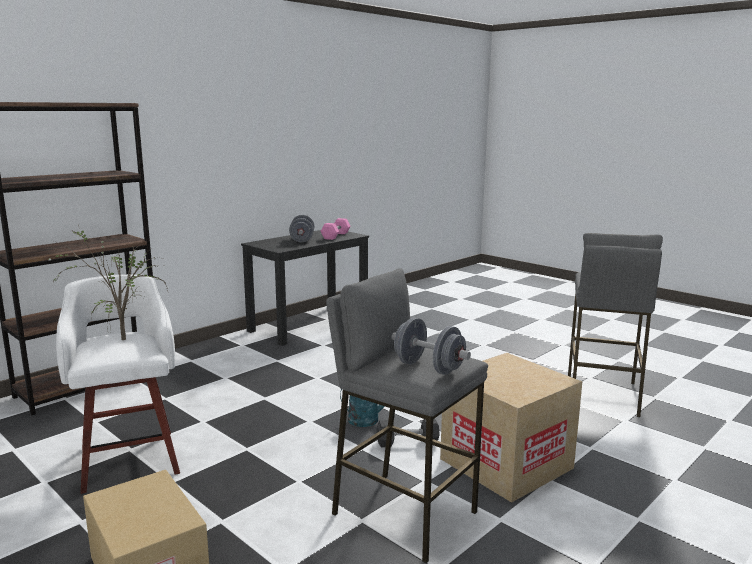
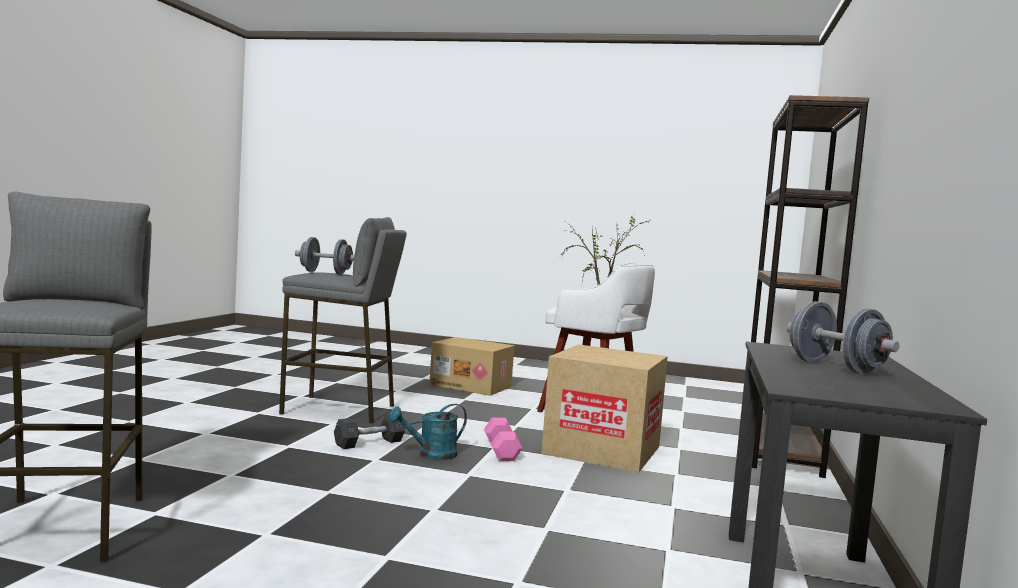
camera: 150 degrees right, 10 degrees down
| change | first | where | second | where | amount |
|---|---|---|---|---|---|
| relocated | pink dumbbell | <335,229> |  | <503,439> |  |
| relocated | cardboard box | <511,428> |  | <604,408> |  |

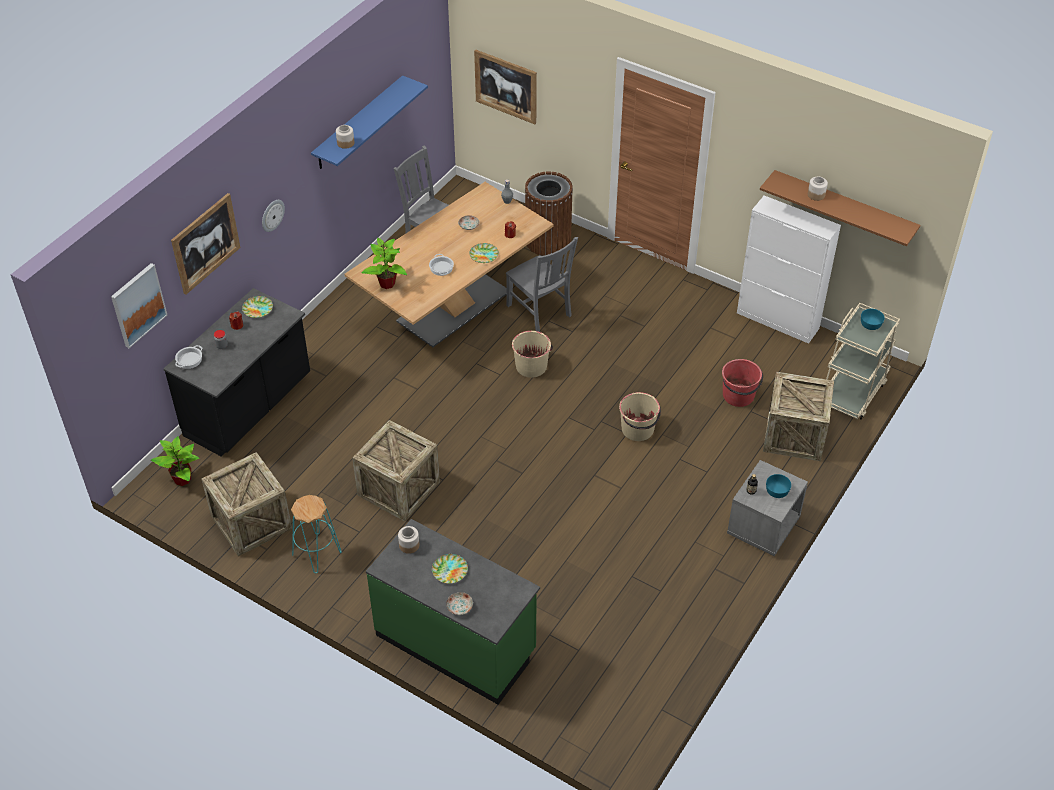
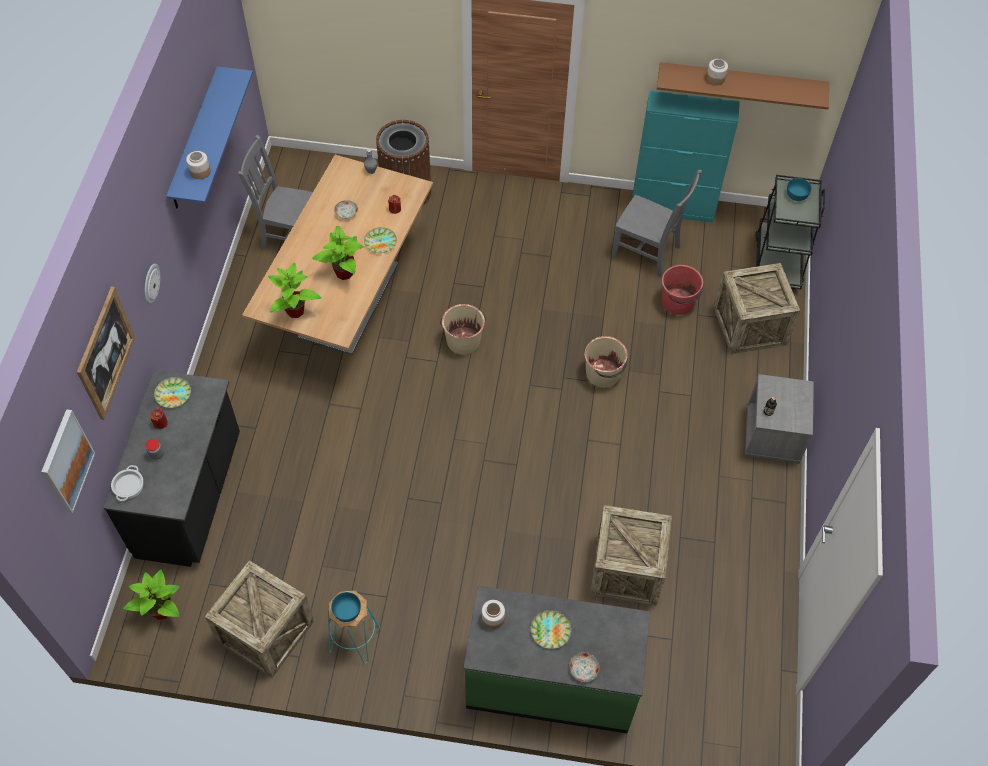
camera: 25 degrees left, 10 degrees up
| change | first | where | second | where | amount |
|---|---|---|---|---|---|
| missing | picture | <505,87> |  |  |  |
| relocated | crate | <396,470> |  | <631,555> |  |
| relocated | grey chair | <542,284> |  | <656,224> |  |
| relocated | turquoise bowl | <778,486> |  | <346,607> |  |
| exchanged | cooking pot | <441,265> | potted plant | <338,253> |  |
| colour | white cabinet | <789,269> | turquoise cabinet | <686,156> |  |
| colour | beige cart | <863,361> | black cart | <790,232> |  |

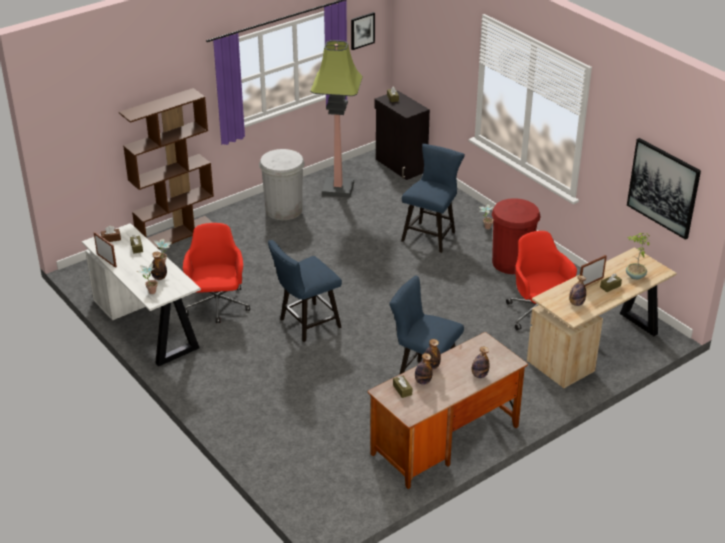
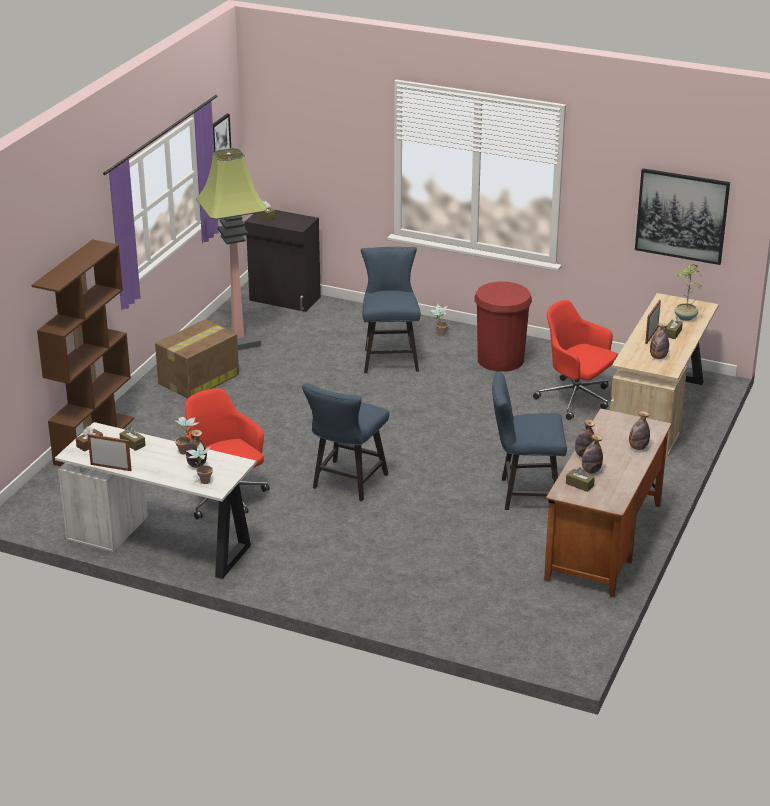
camera: 30 degrees left, 5 degrees down
| change | first | where | second | where | amount |
|---|---|---|---|---|---|
| exchanged | white trash can | <282,184> | cardboard box | <197,359> |  |

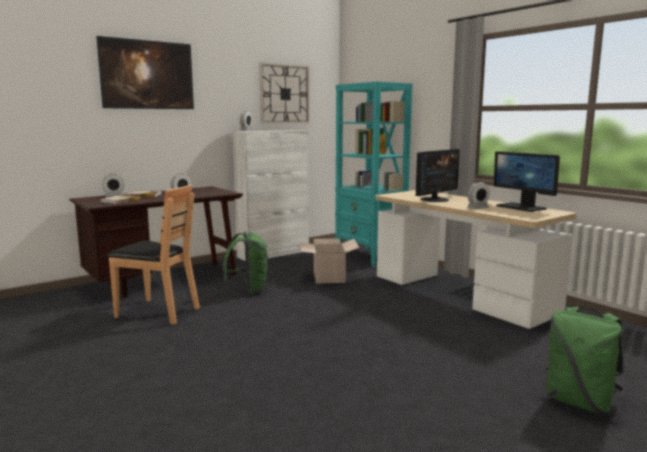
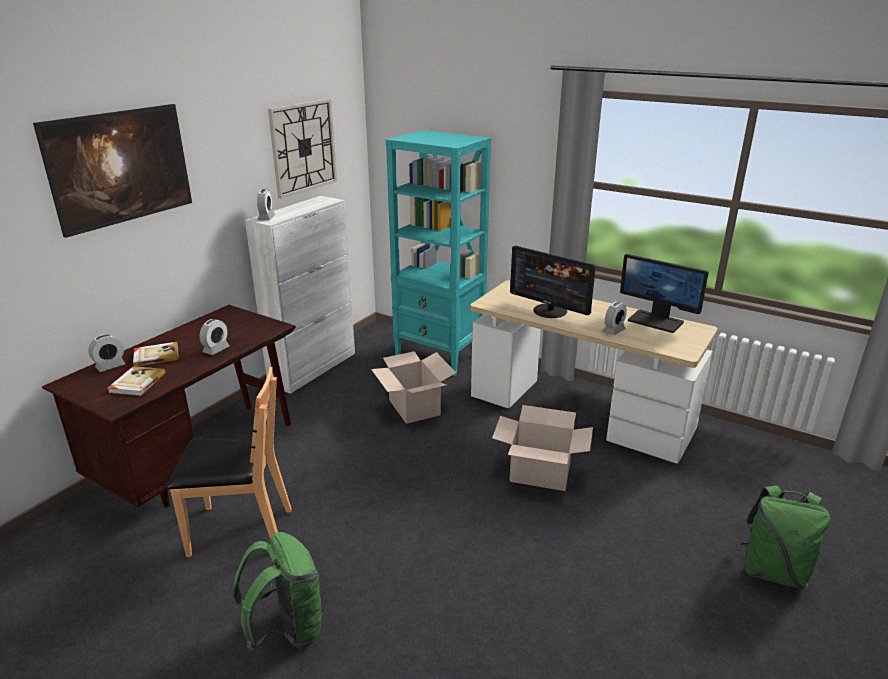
camera: 20 degrees left, 15 degrees up
| change | first | where | second | where | amount |
|---|---|---|---|---|---|
| appeared |  |  | cardboard box | <542,448> |  |
| relocated | green backpack | <245,262> |  | <278,591> |  |
| spun | monitor | <437,175> |  | <553,282> | 105 degrees clockwise |

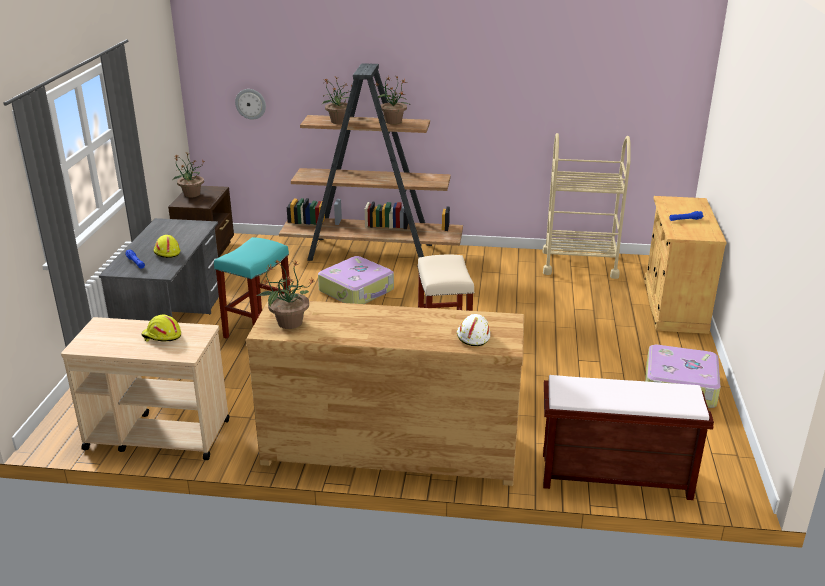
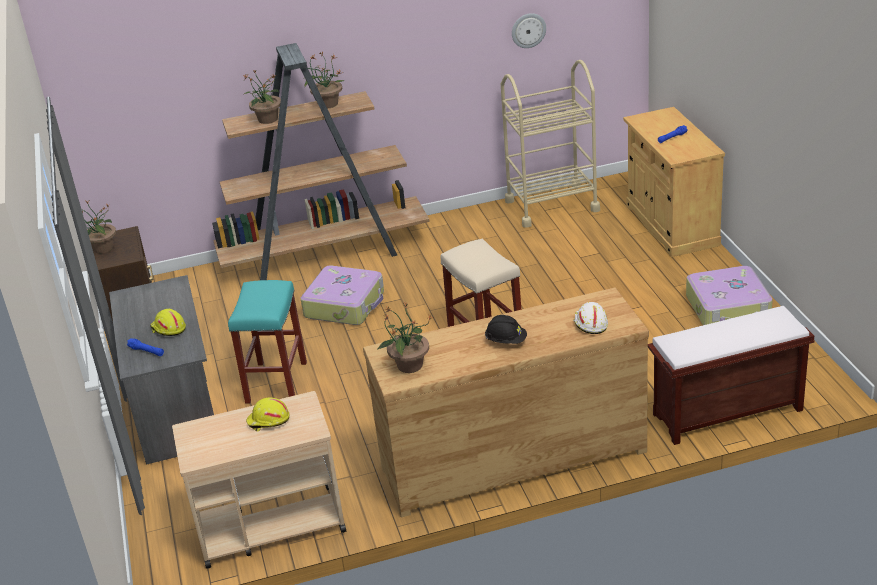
camera: 20 degrees left, 5 degrees up
| change | first | where | second | where | amount |
|---|---|---|---|---|---|
| appeared |  |  | black hard hat | <506,329> |  |
| relocated | wall clock | <250,104> |  | <529,30> |  |

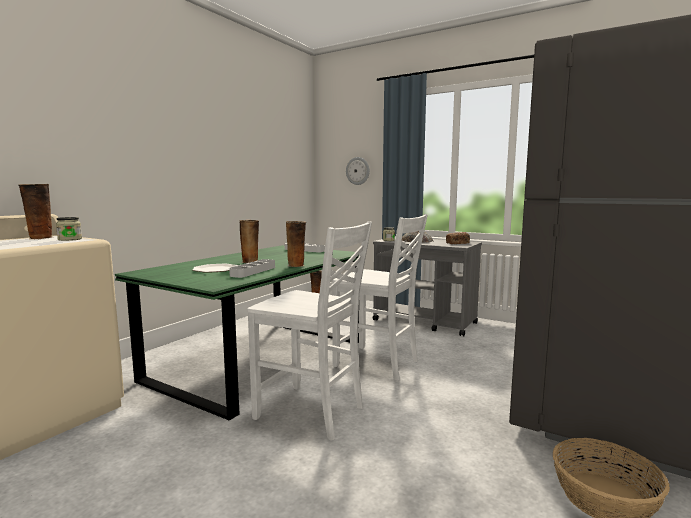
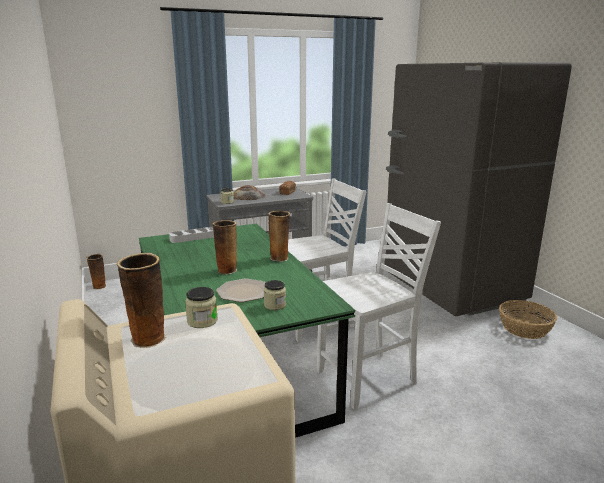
camera: 55 degrees left, 10 degrees up
| change | first | where | second | where | amount |
|---|---|---|---|---|---|
| missing | grey tray | <252,268> |  |  |  |
| missing | wall clock | <358,171> |  |  |  |
| appeared |  |  | jar | <275,295> |  |

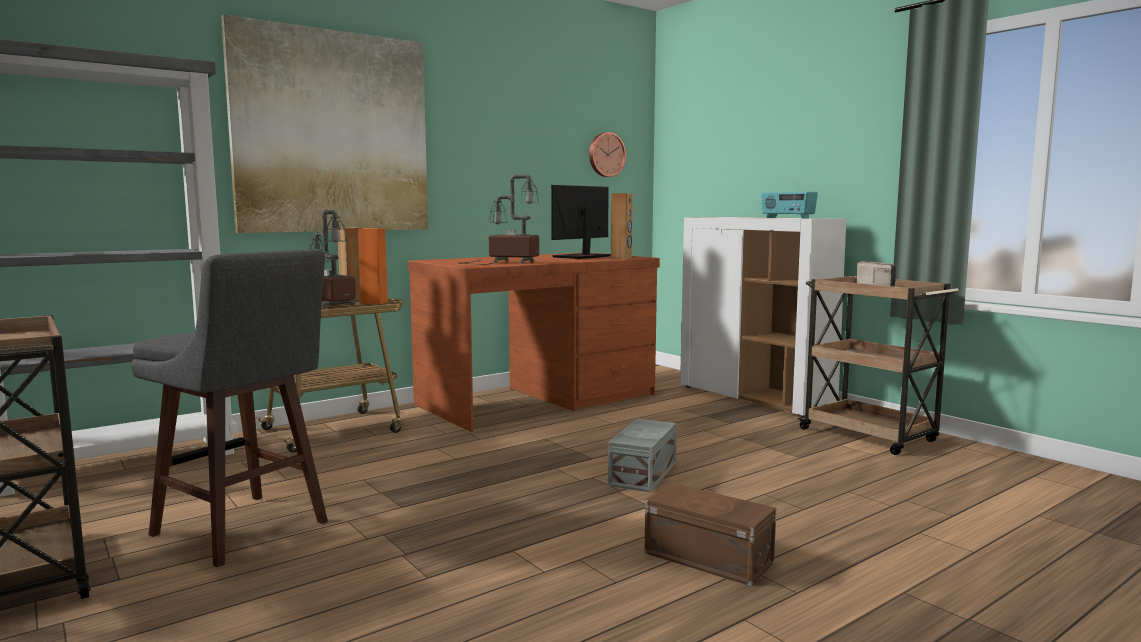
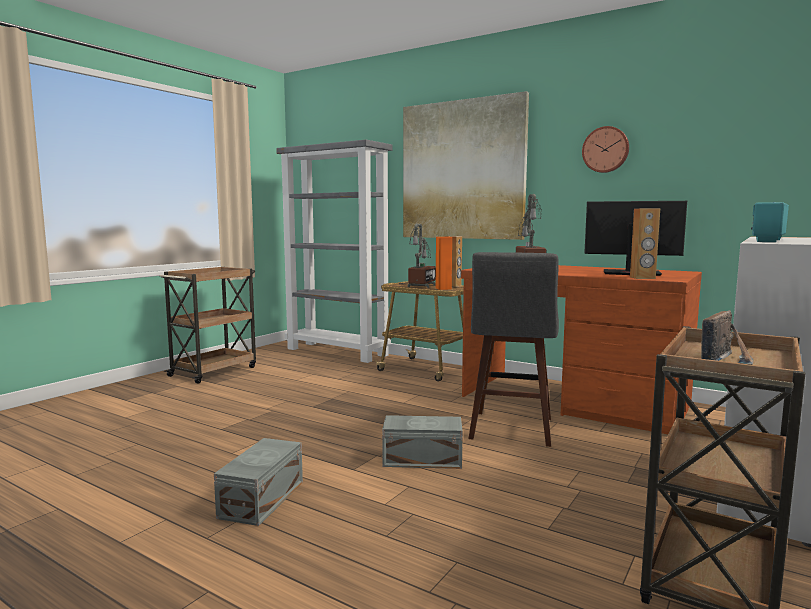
camera: 70 degrees right, 0 degrees up
| change | first | where | second | where | amount |
|---|---|---|---|---|---|
| relocated | grey stool | <229,408> |  | <513,349> |  |
| relocated | wall clock | <607,154> |  | <605,149> |  |
| colour | brown storage box | <710,534> | grey storage box | <258,482> |  |

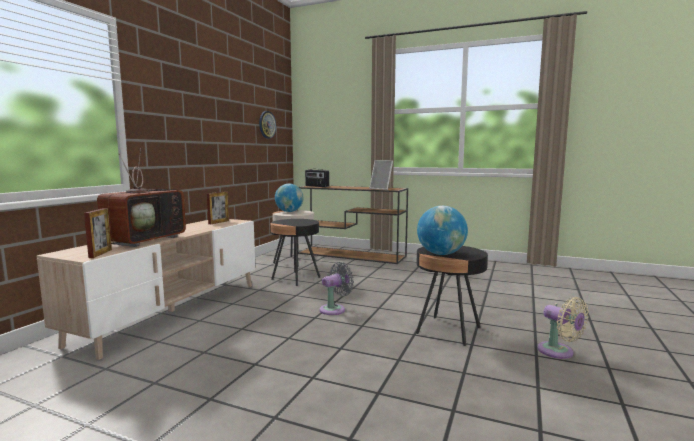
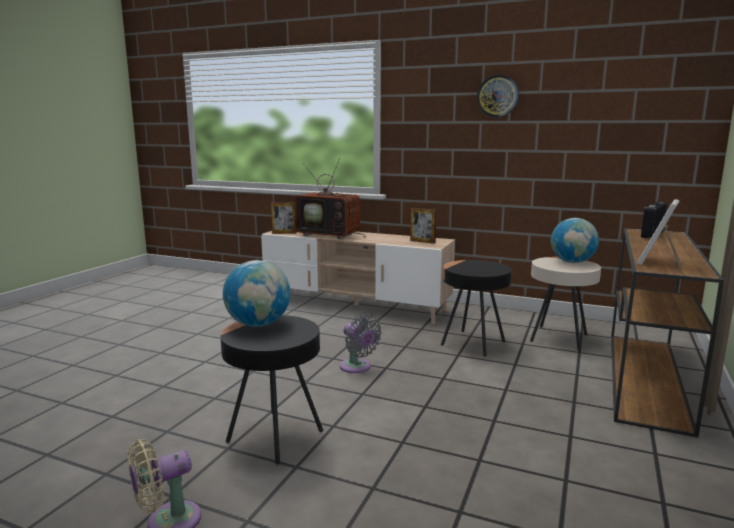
camera: 90 degrees right, 5 degrees up
| change | first | where | second | where | amount |
|---|---|---|---|---|---|
| relocated | wall clock | <267,124> |  | <498,96> |  |

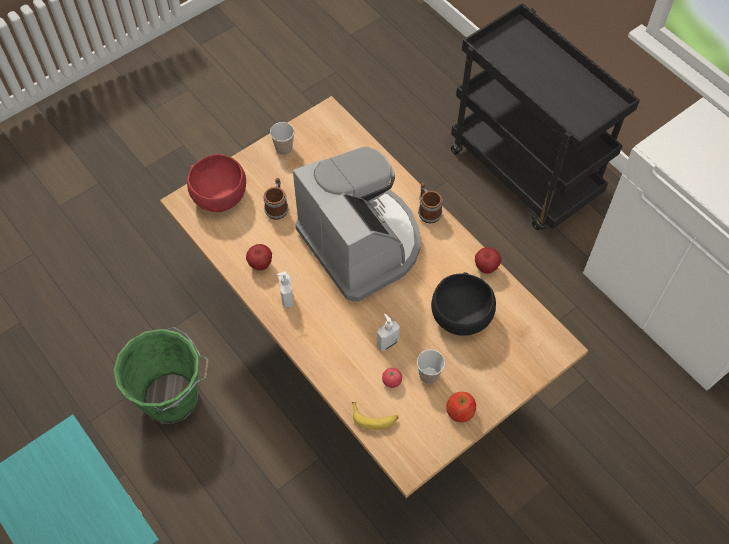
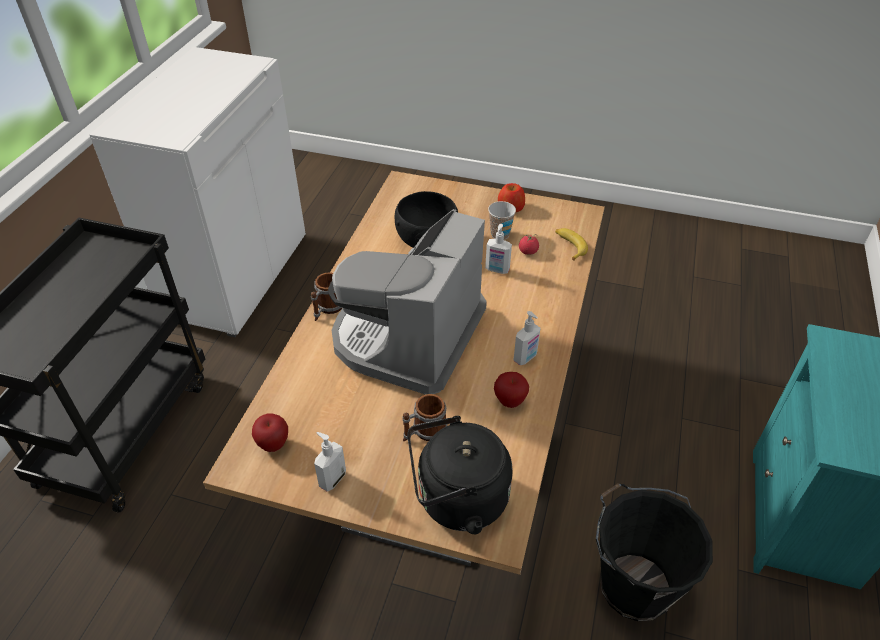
camera: 125 degrees left, 15 degrees down
| change | first | where | second | where | amount |
|---|---|---|---|---|---|
| relocated | apple | <488,260> |  | <270,433> |  |
| exchanged | red bowl | <216,183> | black kettle | <460,475> |  |
| exchanged | cup | <282,138> | soap dispenser | <330,462> |  |
| colour | green bucket | <161,375> | black bucket | <654,552> |  |

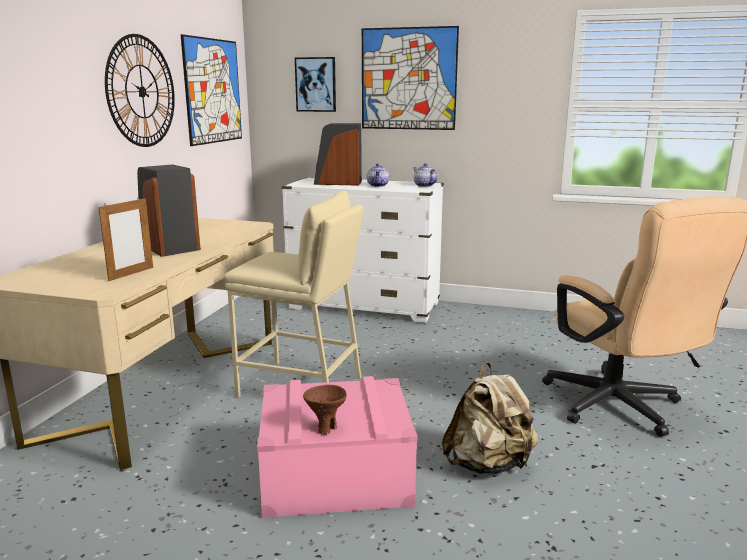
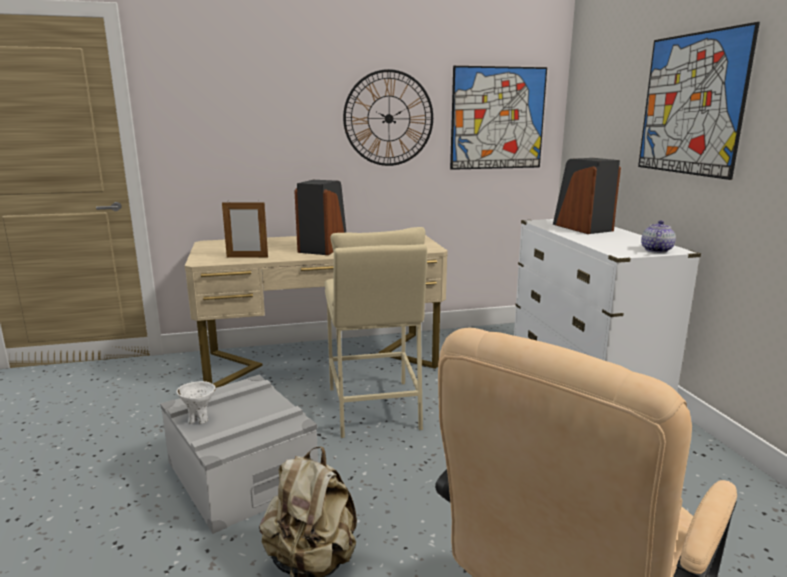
camera: 60 degrees right, 0 degrees up
| change | first | where | second | where | amount |
|---|---|---|---|---|---|
| missing | picture | <315,84> |  |  |  |
| missing | teapot | <378,175> |  |  |  |
| colour | pink storage box | <337,447> | grey storage box | <239,454> |  |
| colour | brown bowl | <325,410> | white bowl | <196,402> |  |

